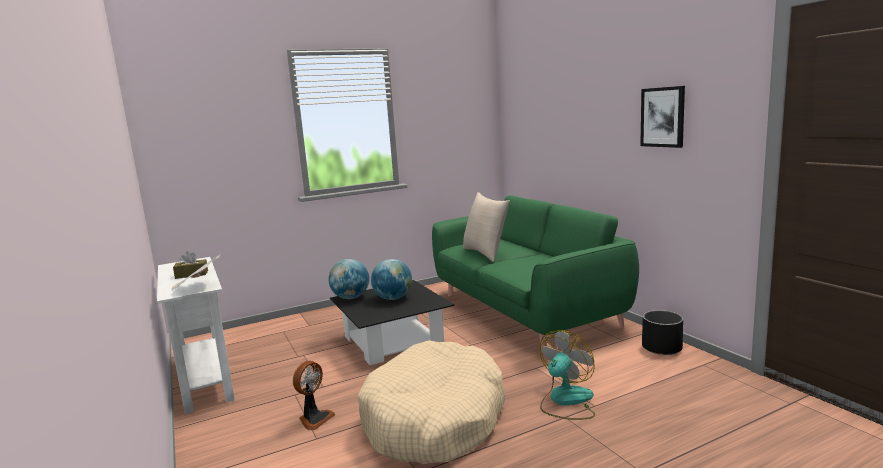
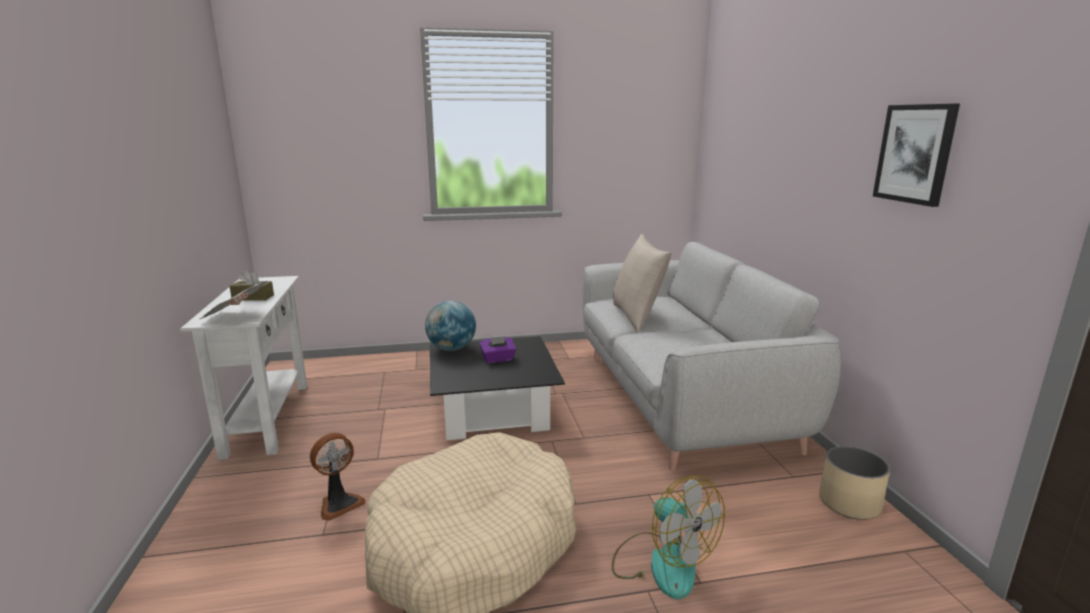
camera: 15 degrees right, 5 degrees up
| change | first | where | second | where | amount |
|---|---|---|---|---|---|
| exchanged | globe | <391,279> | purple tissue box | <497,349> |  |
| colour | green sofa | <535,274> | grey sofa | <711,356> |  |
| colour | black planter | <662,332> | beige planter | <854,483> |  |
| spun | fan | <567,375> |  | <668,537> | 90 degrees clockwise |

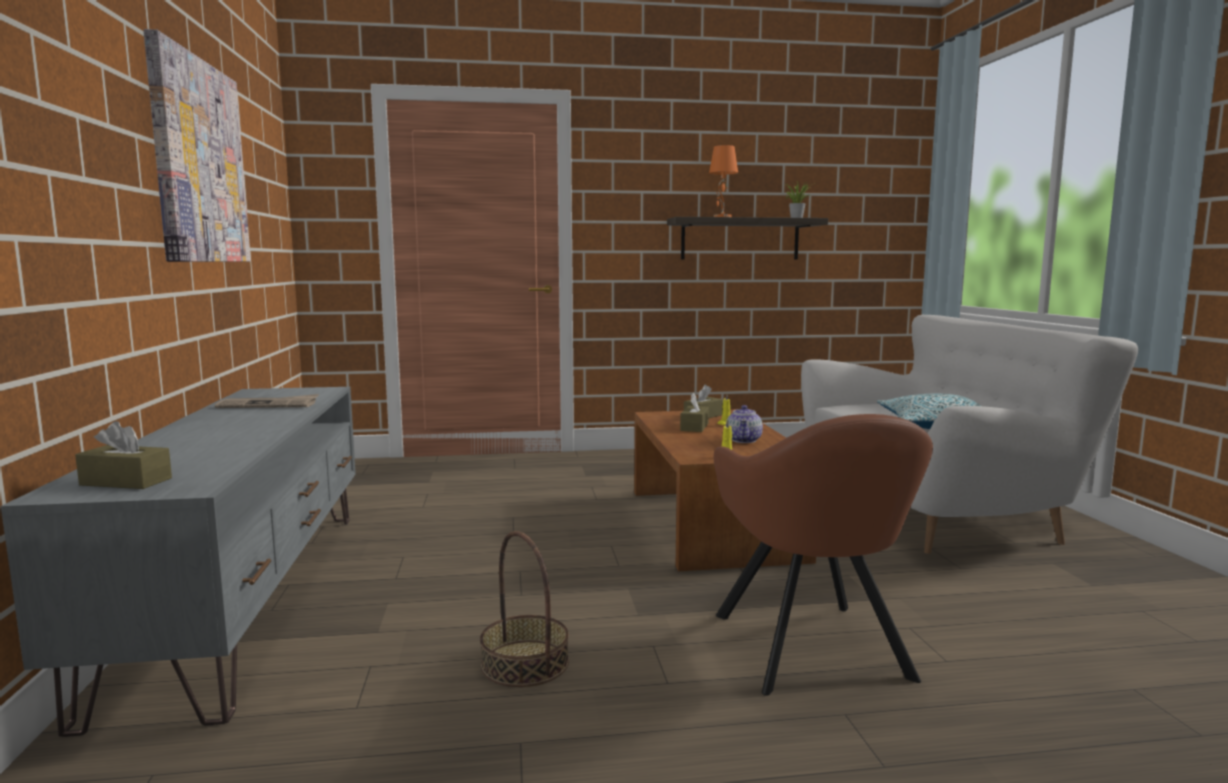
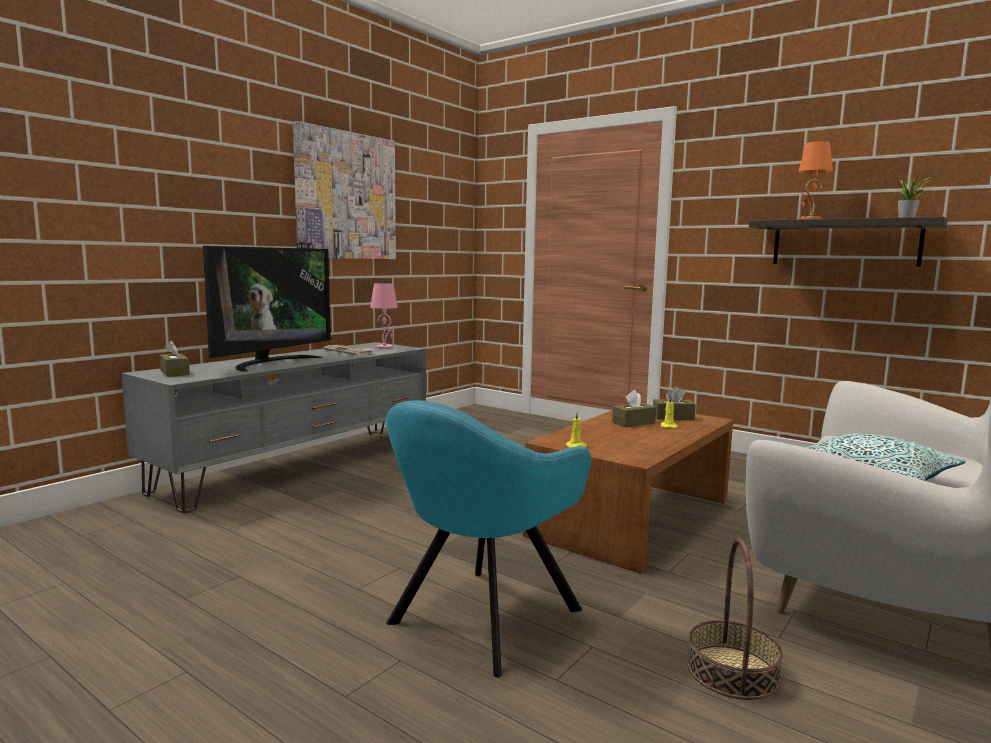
camera: 45 degrees right, 0 degrees up
| change | first | where | second | where | amount |
|---|---|---|---|---|---|
| missing | teapot | <744,424> |  |  |  |
| appeared |  |  | television | <267,309> |  |
| appeared |  |  | pink table lamp | <384,316> |  |
| relocated | basket | <524,609> |  | <735,619> |  |
| colour | brown armchair | <823,555> | turquoise armchair | <488,539> |  |

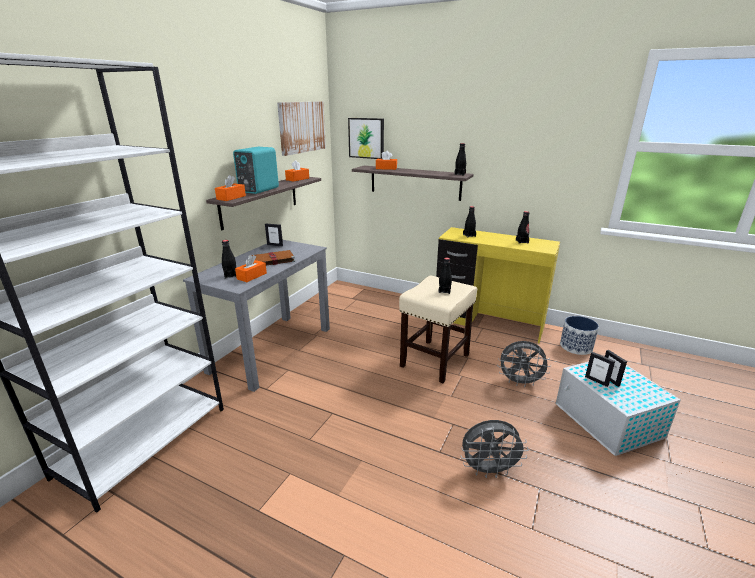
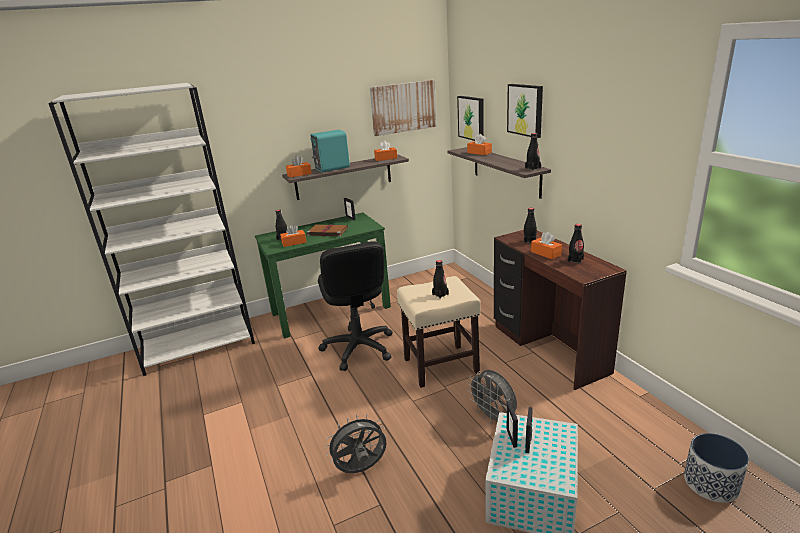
camera: 40 degrees right, 0 degrees up
| change | first | where | second | where | amount |
|---|---|---|---|---|---|
| appeared |  |  | black office chair | <355,306> |  |
| appeared |  |  | picture | <525,111> |  |
| appeared |  |  | orange tissue box | <546,245> |  |
| relocated | planter | <579,335> |  | <716,468> |  |
| colour | grey desk | <256,316> | green desk | <323,275> |  |
| colour | yellow desk | <498,285> | brown desk | <560,310> |  |
| spun | grey fan | <494,449> |  | <355,443> | 120 degrees clockwise |

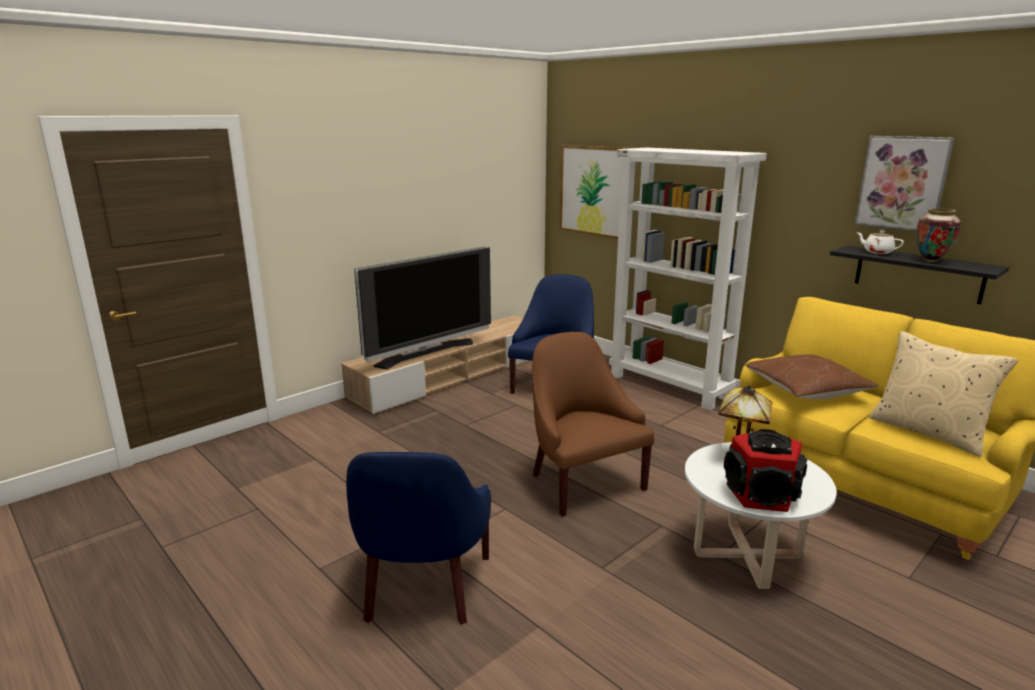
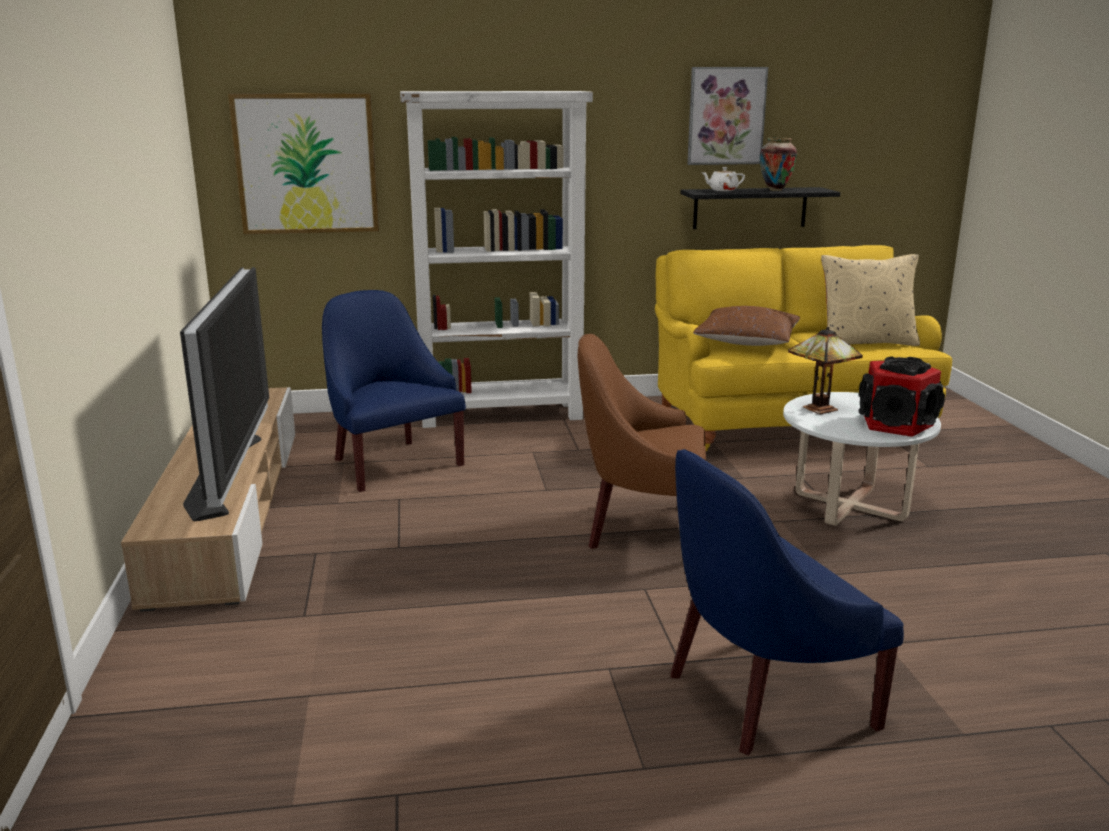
camera: 55 degrees left, 0 degrees up
| change | first | where | second | where | amount |
|---|---|---|---|---|---|
| spun | blue armchair | <418,538> |  | <787,602> | 120 degrees clockwise |

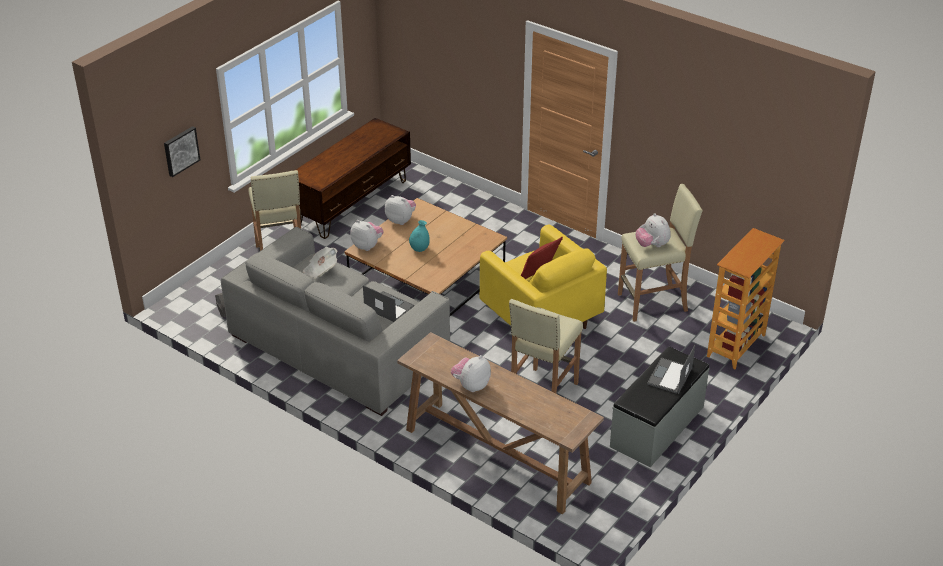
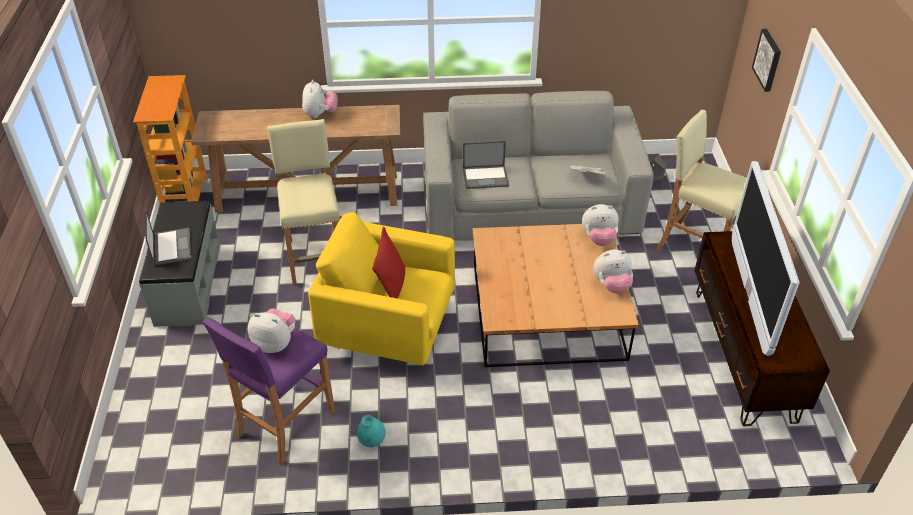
camera: 140 degrees right, 5 degrees up
| change | first | where | second | where | amount |
|---|---|---|---|---|---|
| appeared |  |  | television | <766,258> |  |
| relocated | turquoise vase | <419,236> |  | <371,431> |  |
| relocated | bookcase | <746,298> |  | <170,139> |  |
| colour | beige stool | <660,253> | purple stool | <268,390> |  |

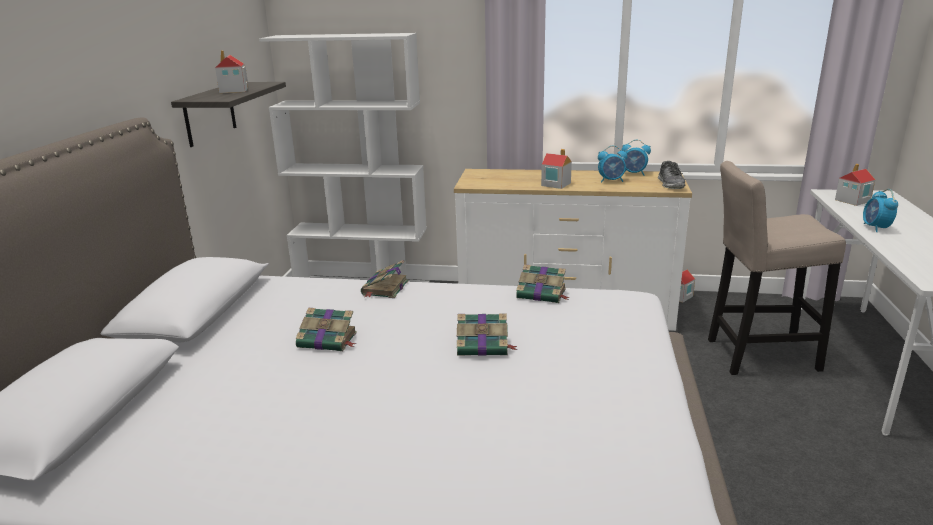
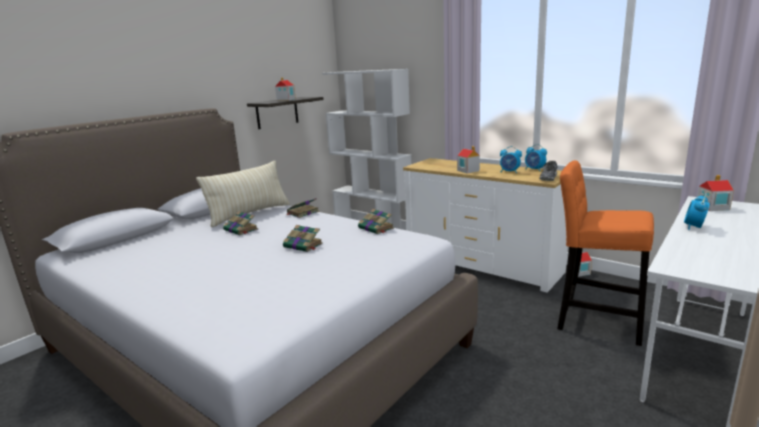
camera: 30 degrees right, 5 degrees down
| change | first | where | second | where | amount |
|---|---|---|---|---|---|
| appeared |  |  | beige pillow | <243,194> |  |
| colour | beige stool | <777,268> | orange stool | <605,253> |  |

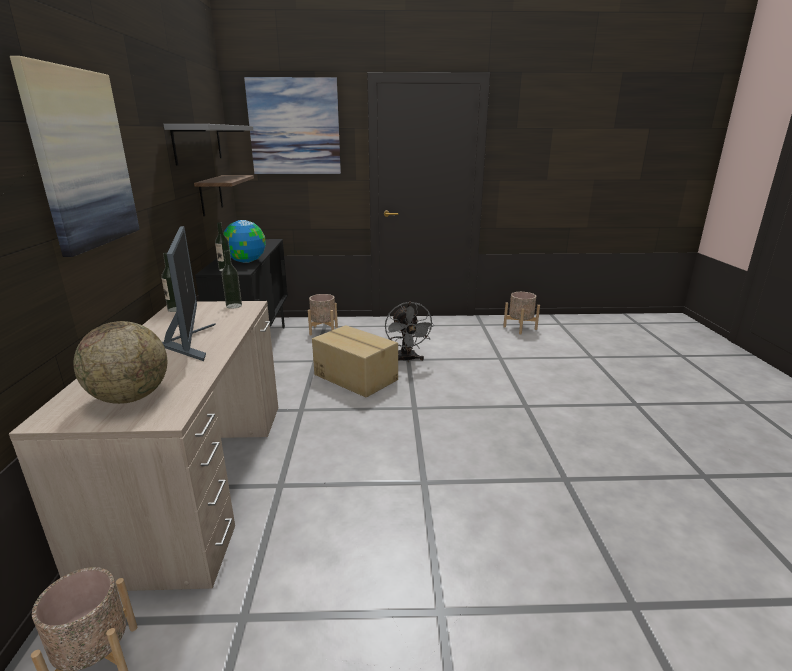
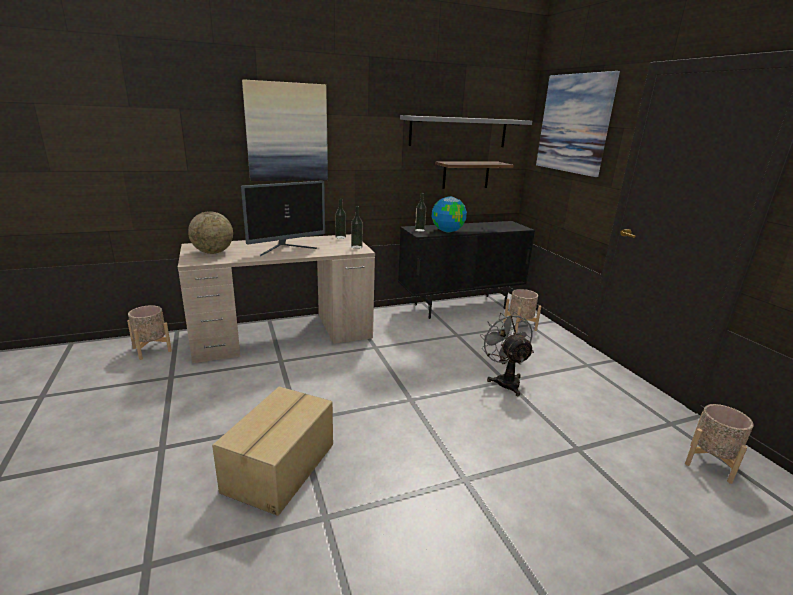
camera: 70 degrees right, 0 degrees up
| change | first | where | second | where | amount |
|---|---|---|---|---|---|
| relocated | cardboard box | <355,361> |  | <272,451> |  |
| spun | grey fan | <409,332> |  | <507,354> | 105 degrees clockwise |

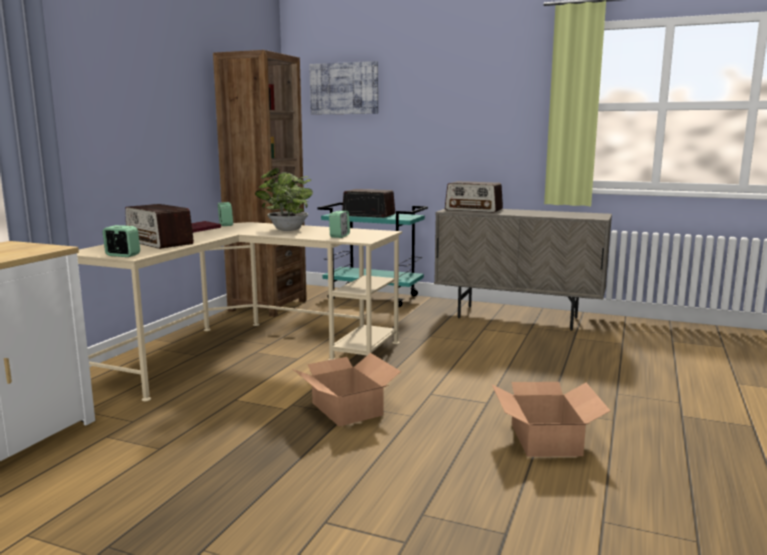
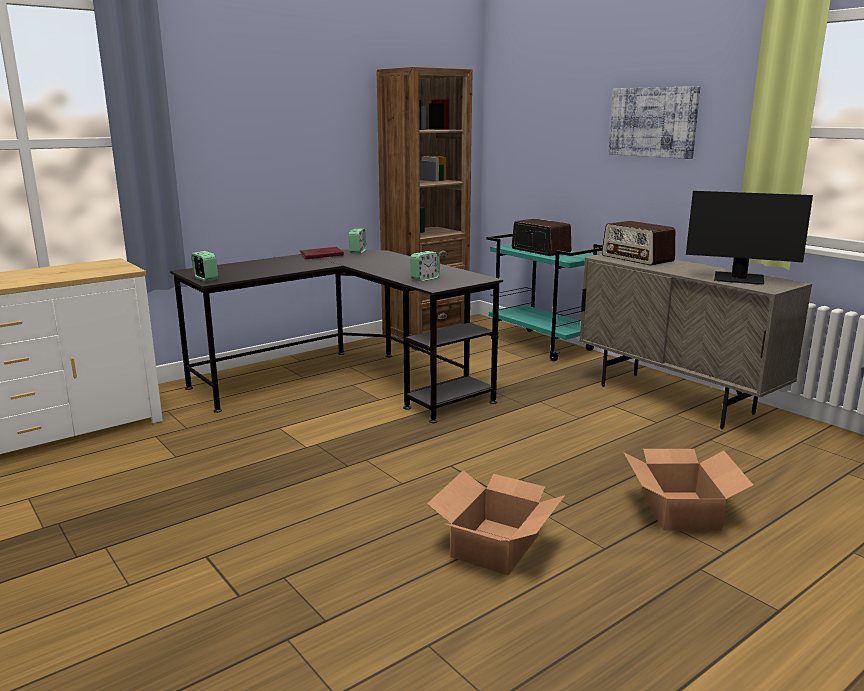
camera: 30 degrees right, 5 degrees up
| change | first | where | second | where | amount |
|---|---|---|---|---|---|
| missing | radio | <159,226> |  |  |  |
| missing | potted plant | <284,199> |  |  |  |
| appeared |  |  | monitor | <749,238> |  |
| relocated | cardboard box | <347,390> |  | <688,490> |  |
| relocated | picture | <343,87> |  | <654,122> |  |
| colour | beige desk | <239,311> | black desk | <336,336> |  |

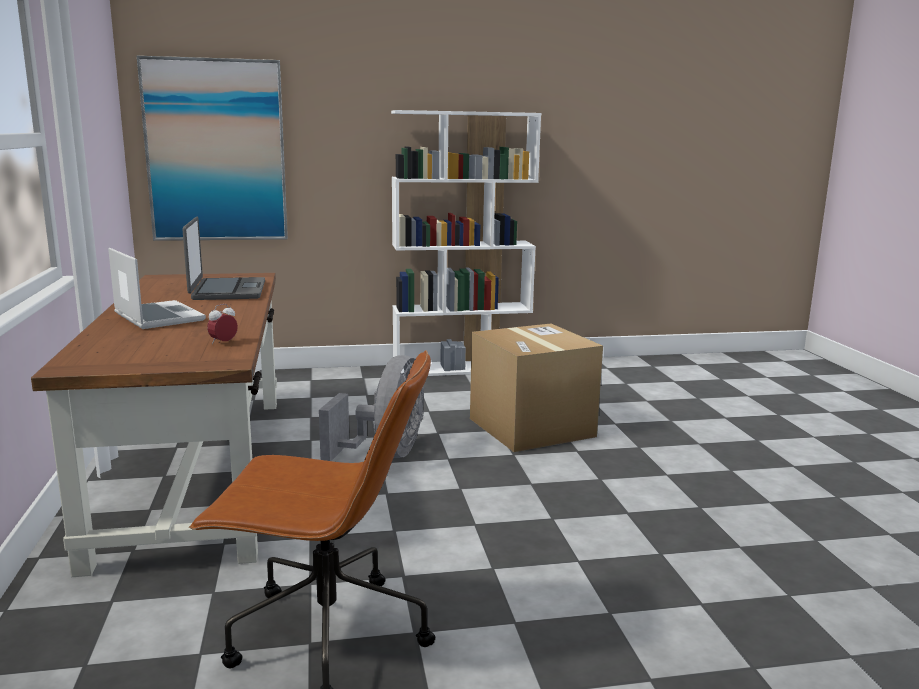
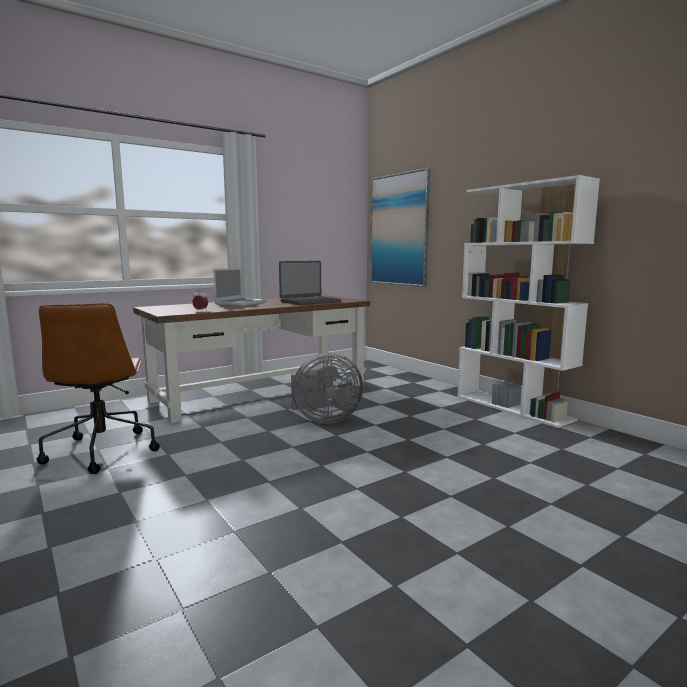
camera: 65 degrees right, 5 degrees down
| change | first | where | second | where | amount |
|---|---|---|---|---|---|
| missing | cardboard box | <536,388> |  |  |  |

